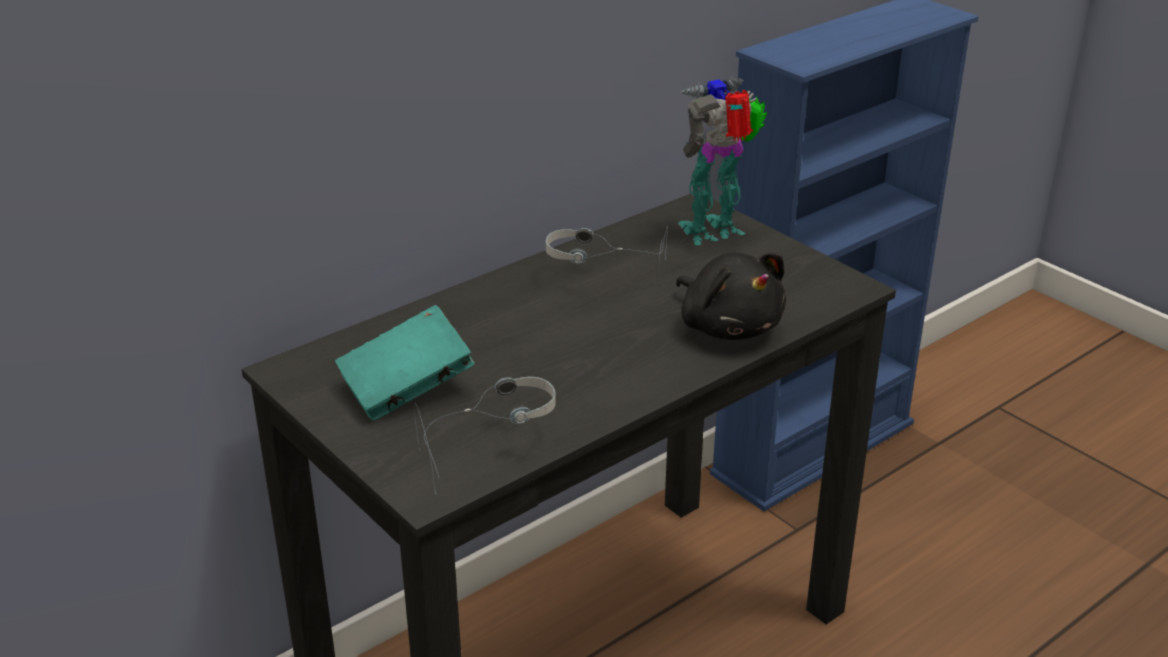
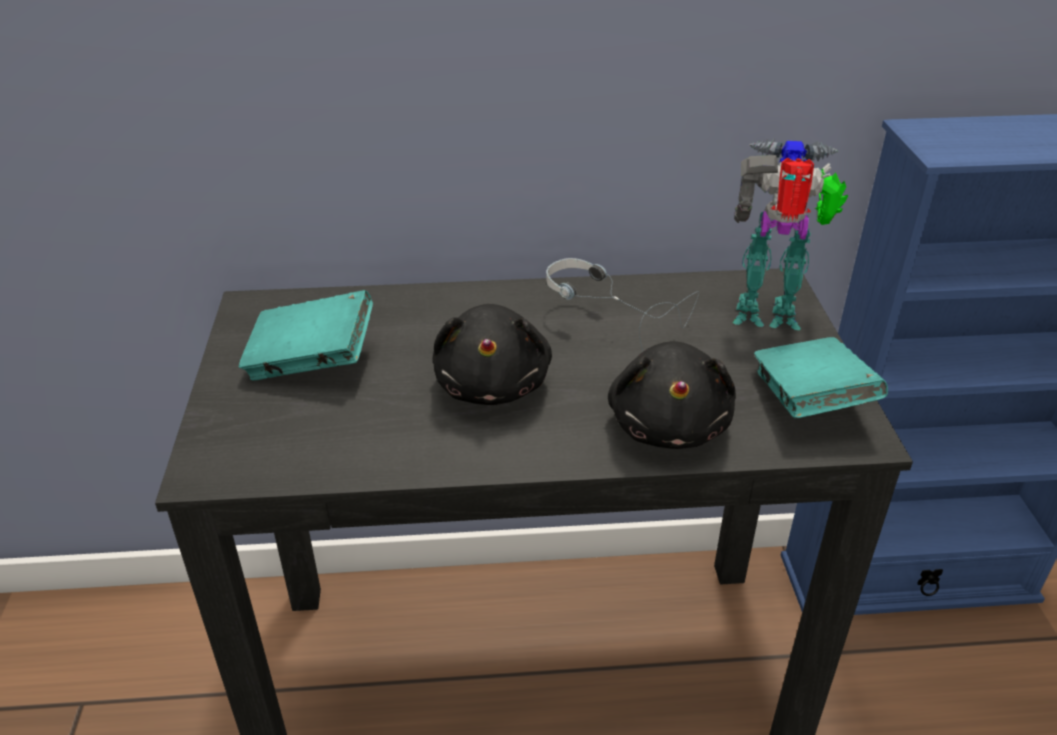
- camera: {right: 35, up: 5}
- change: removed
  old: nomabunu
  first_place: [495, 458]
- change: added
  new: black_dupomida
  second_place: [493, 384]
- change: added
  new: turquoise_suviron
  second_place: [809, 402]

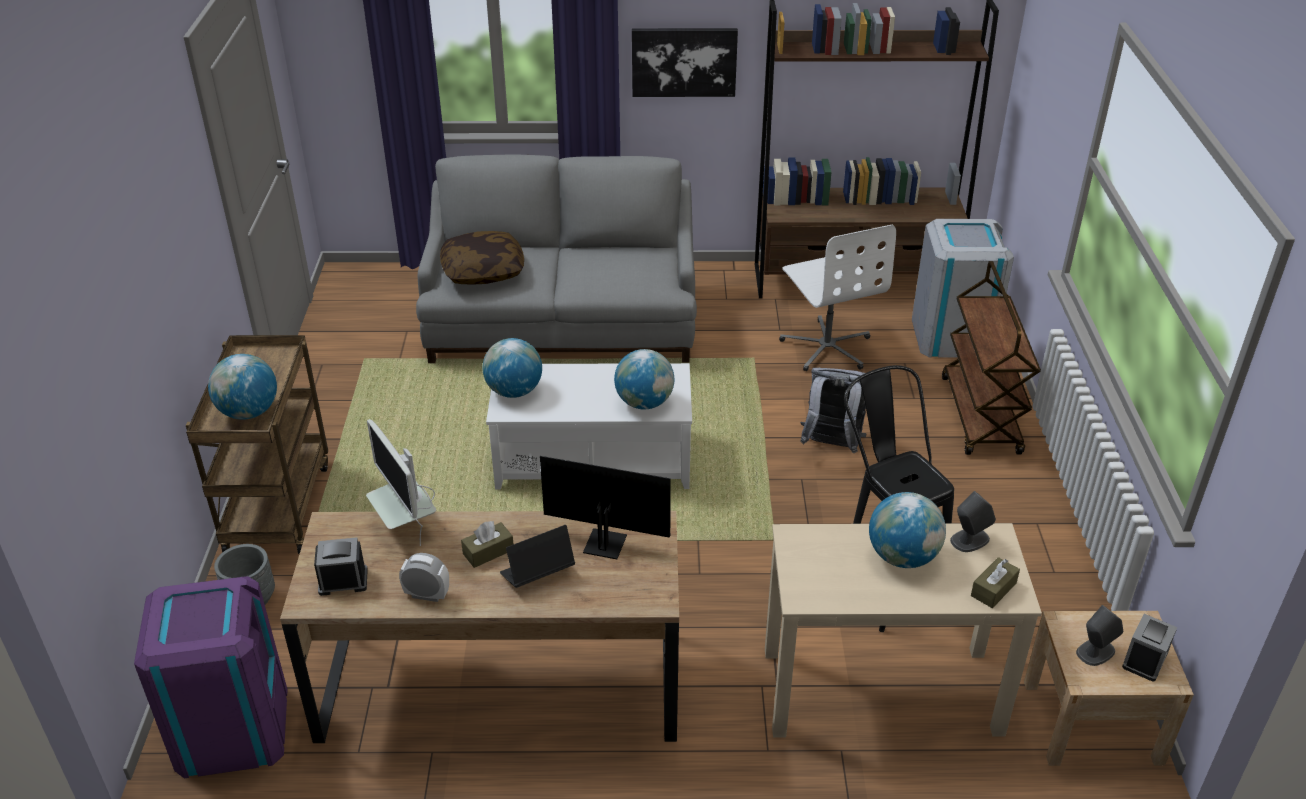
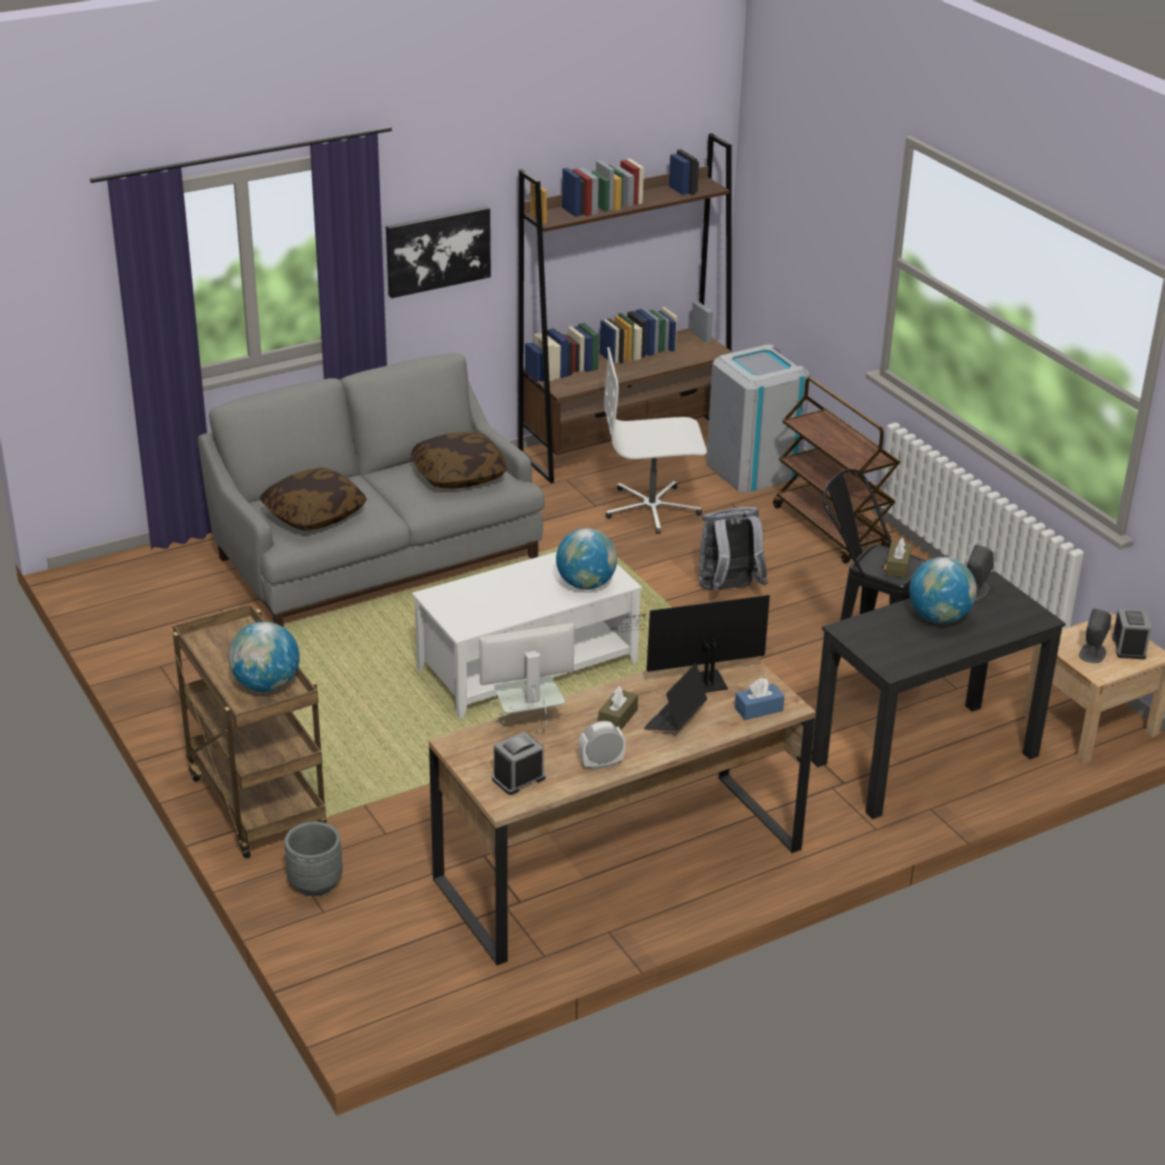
- camera: {right: -30, up: -5}
- change: removed
  old: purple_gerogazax
  first_place: [232, 728]
- change: removed
  old: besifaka
  first_place: [514, 391]
- change: added
  new: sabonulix
  second_place: [459, 475]
- change: added
  new: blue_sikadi
  second_place: [758, 709]
- change: moved
  old: brown_sikadi
  first_place: [993, 589]
  second_place: [897, 566]
- change: recoloured
  old: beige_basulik
  new: black_basulik
  first_place: [879, 691]
  second_place: [924, 759]
- change: turned
  old: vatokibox
  first_place: [407, 527]
  second_place: [528, 723]
  degrees: 135
- change: turned
  old: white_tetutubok
  first_place: [827, 347]
  second_place: [652, 509]
  degrees: 135

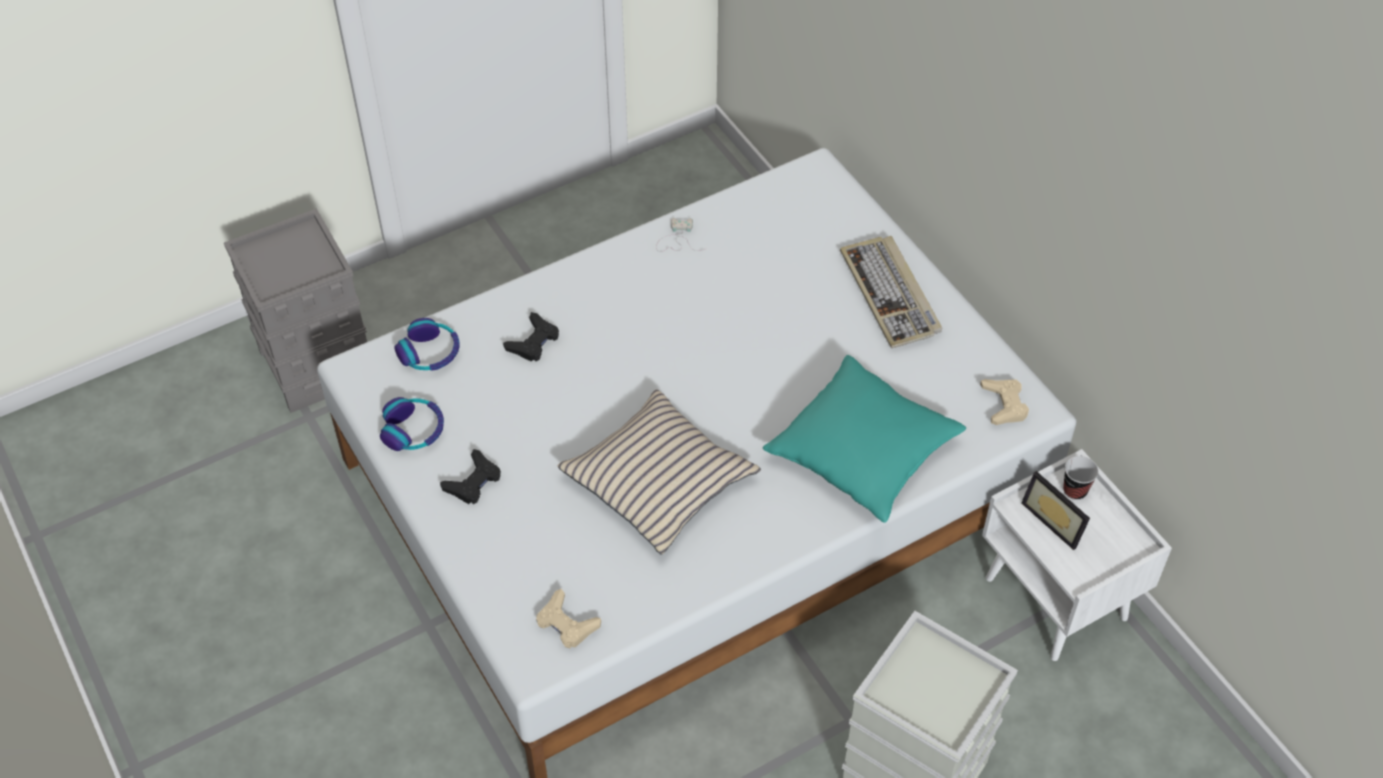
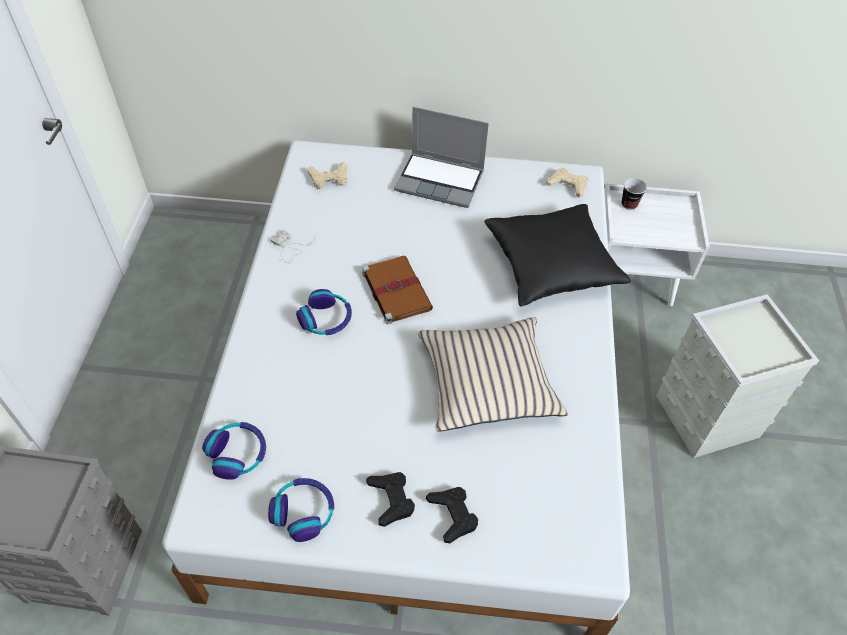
- camera: {right: -55, up: 0}
- change: removed
  old: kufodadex
  first_place: [1056, 519]
- change: added
  new: nomabunu
  second_place: [326, 319]
- change: added
  new: brown_suviron
  second_place: [396, 290]
- change: moved
  old: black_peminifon
  first_place: [533, 342]
  second_place: [453, 515]
- change: moved
  old: beige_peminifon
  first_place: [566, 624]
  second_place: [329, 178]
- change: replaced
  old: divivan
  new: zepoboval
  first_place: [891, 294]
  second_place: [441, 181]
- change: recoloured
  old: turquoise_sabonulix
  new: black_sabonulix
  first_place: [863, 452]
  second_place: [551, 265]

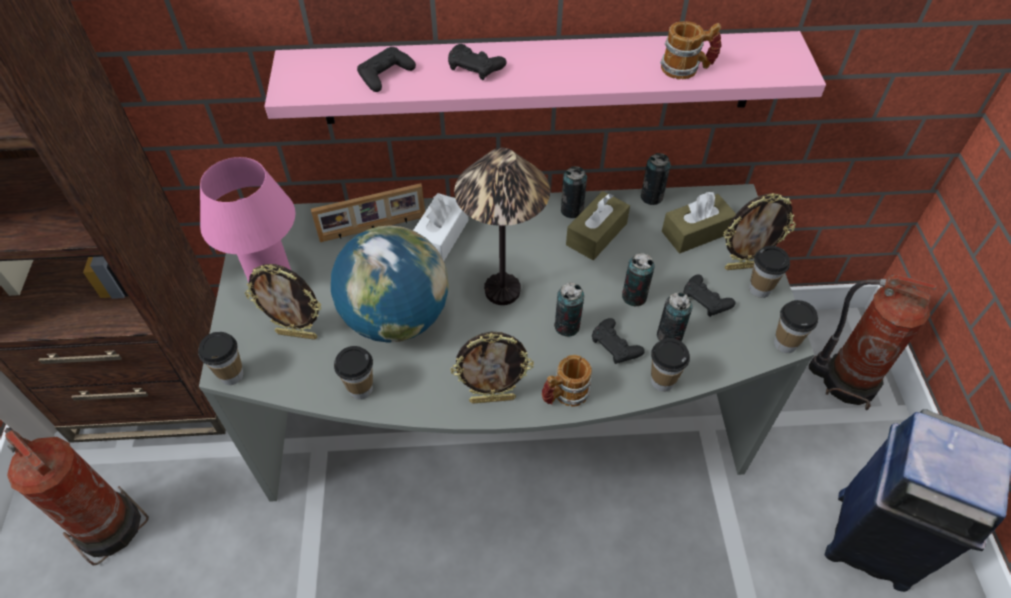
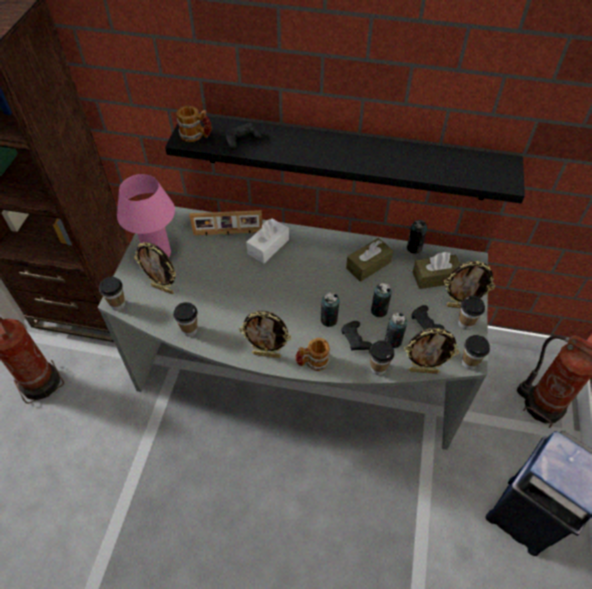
- camera: {right: 15, up: 0}
- change: removed
  old: besifaka
  first_place: [396, 317]
- change: removed
  old: black_peminifon
  first_place: [475, 67]
- change: removed
  old: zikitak
  first_place: [503, 291]
- change: removed
  old: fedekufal
  first_place: [572, 210]
- change: added
  new: kufodadex
  second_place: [423, 370]
- change: moved
  old: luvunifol
  first_place: [687, 69]
  second_place: [196, 136]
- change: recoloured
  old: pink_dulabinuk
  new: black_dulabinuk
  first_place: [539, 78]
  second_place: [345, 157]

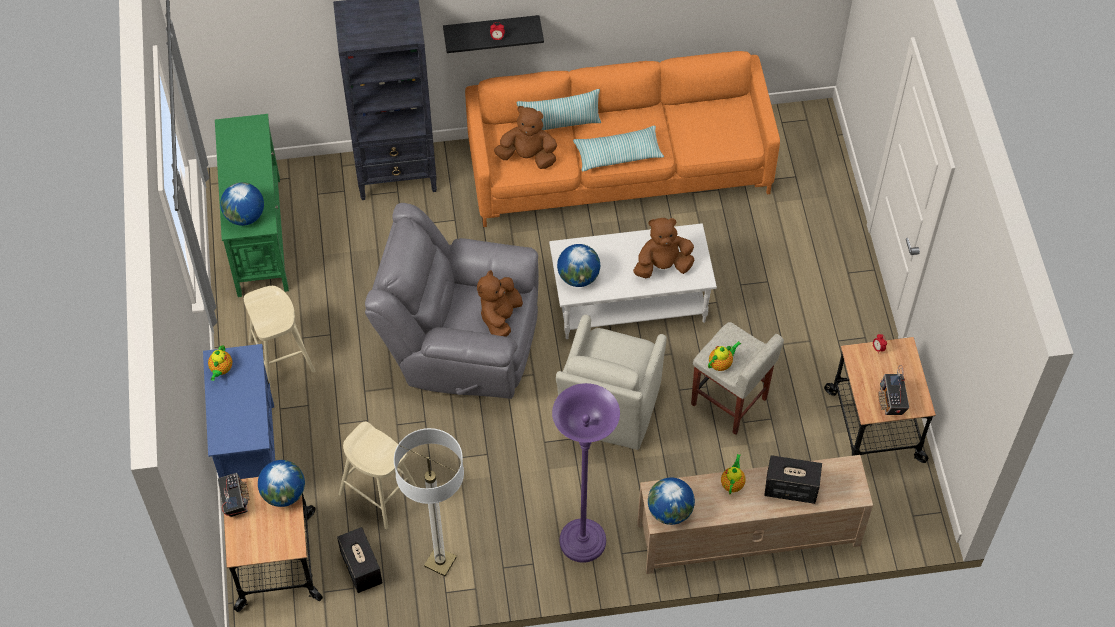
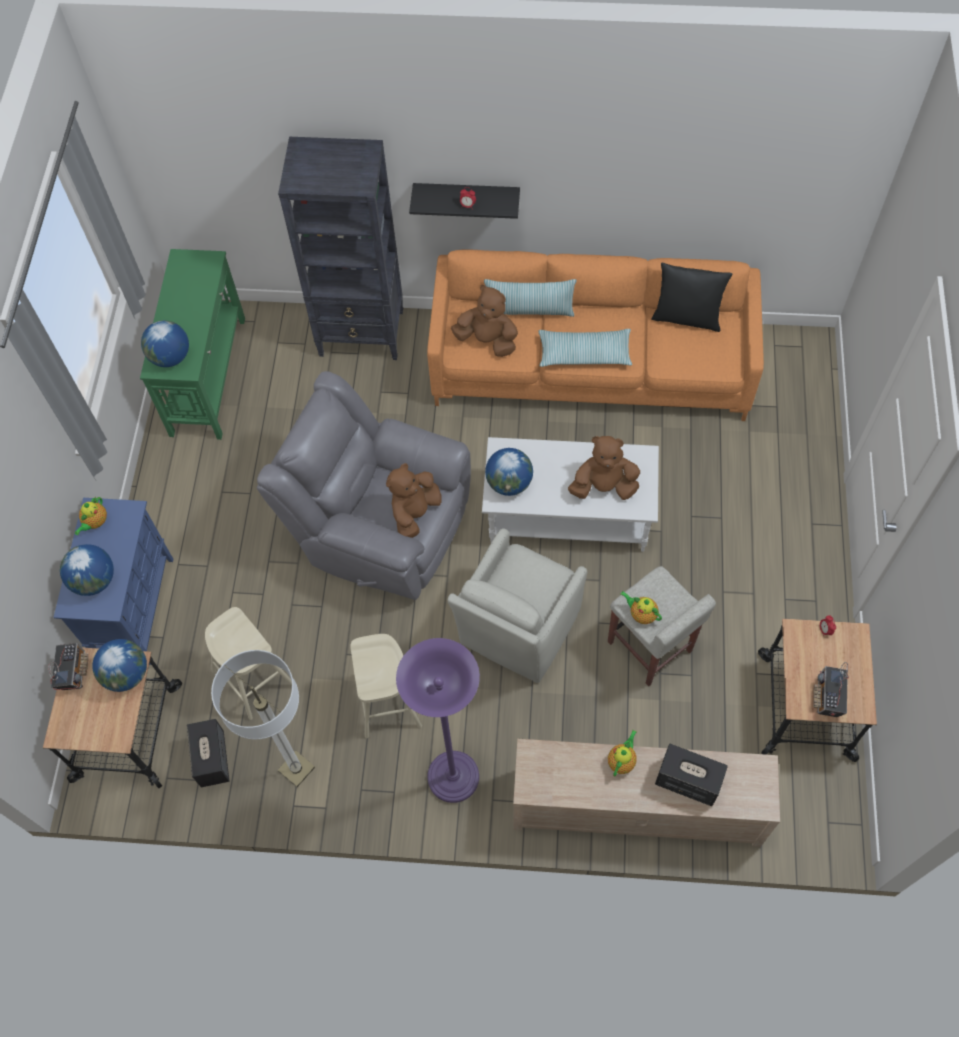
- camera: {right: 15, up: 5}
- change: added
  new: black_sabonulix
  second_place: [686, 317]
- change: moved
  old: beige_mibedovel
  first_place: [281, 356]
  second_place: [388, 700]
- change: moved
  old: besifaka
  first_place: [670, 511]
  second_place: [94, 580]
- change: turned
  old: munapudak
  first_place: [721, 363]
  second_place: [641, 614]
  degrees: -120

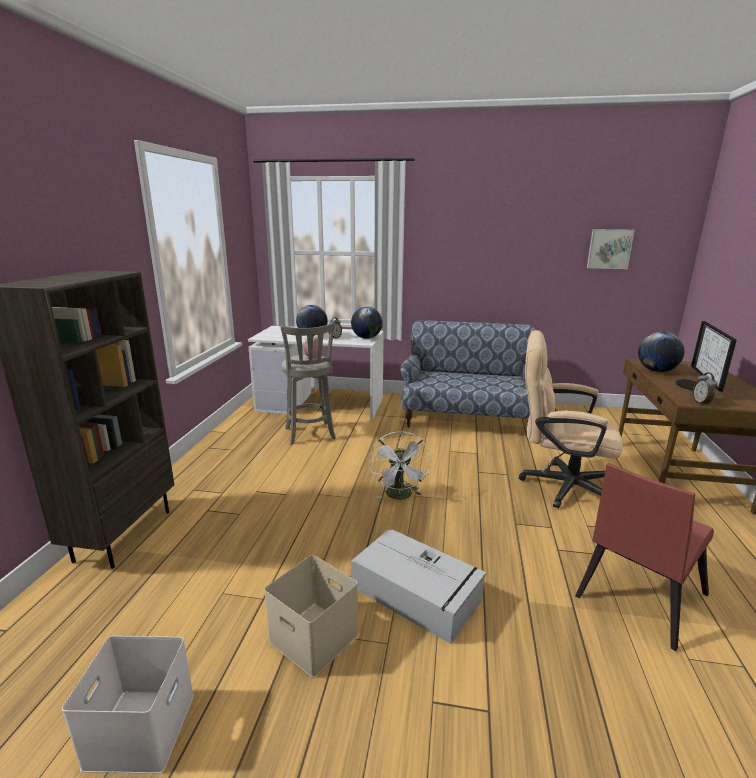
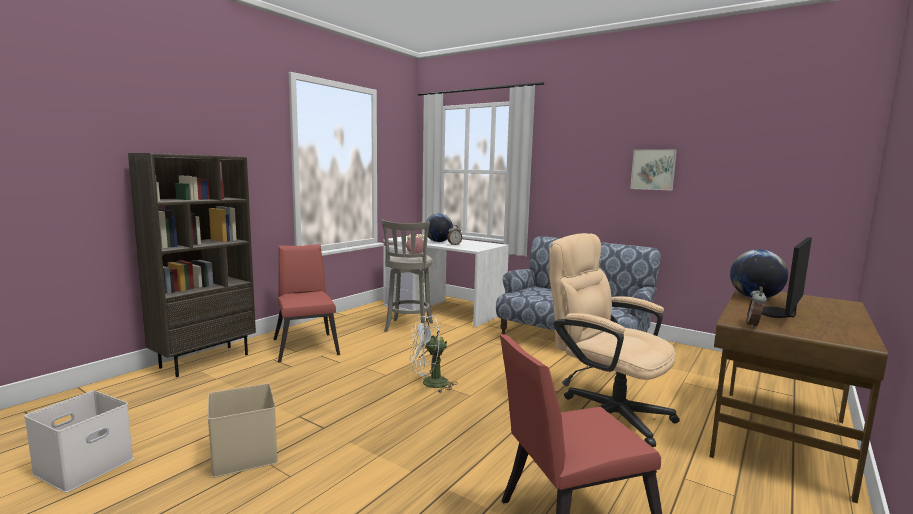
- camera: {right: 25, up: -10}
- change: removed
  old: besifaka
  first_place: [366, 338]
- change: removed
  old: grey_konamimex
  first_place: [417, 594]
- change: added
  new: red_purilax
  second_place: [306, 345]
- change: moved
  old: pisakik
  first_place: [609, 248]
  second_place: [653, 169]
- change: turned
  old: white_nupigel
  first_place: [400, 496]
  second_place: [429, 384]
  degrees: 45

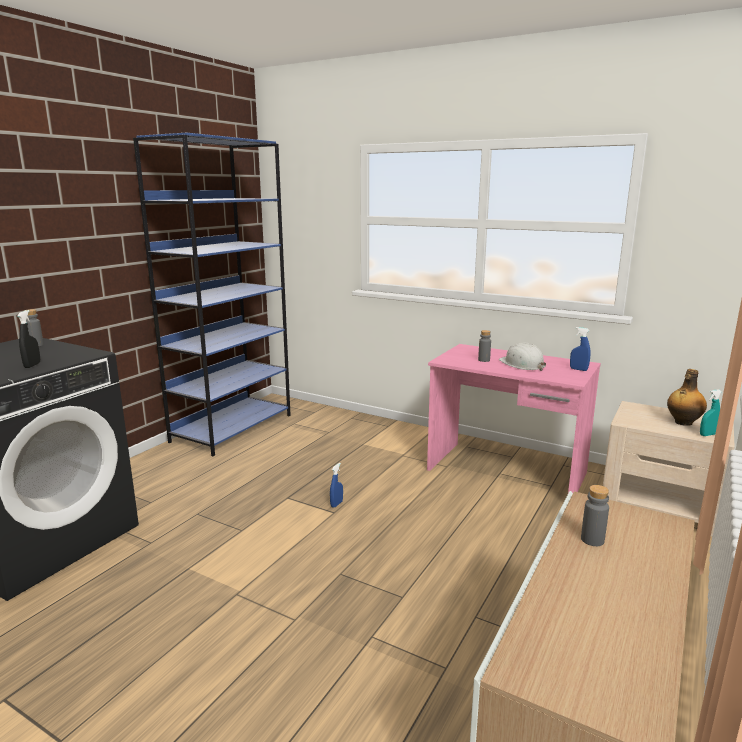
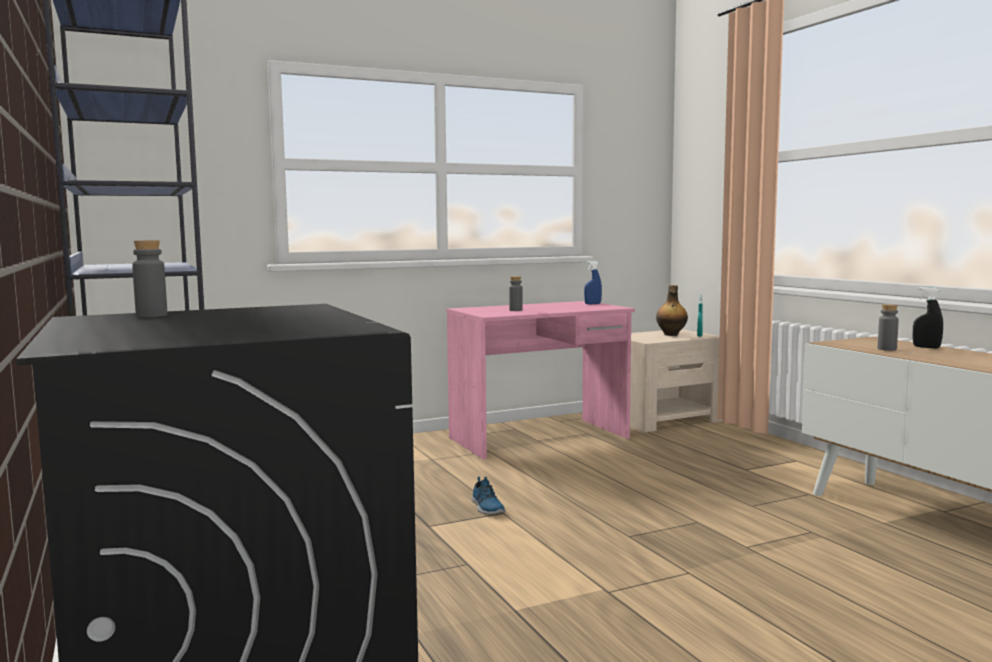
- camera: {right: -55, up: -10}
- change: removed
  old: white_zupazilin
  first_place: [522, 364]
- change: moved
  old: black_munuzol
  first_place: [32, 365]
  second_place: [926, 347]
- change: replaced
  old: blue_munuzol
  new: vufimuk
  first_place: [336, 504]
  second_place: [487, 508]

